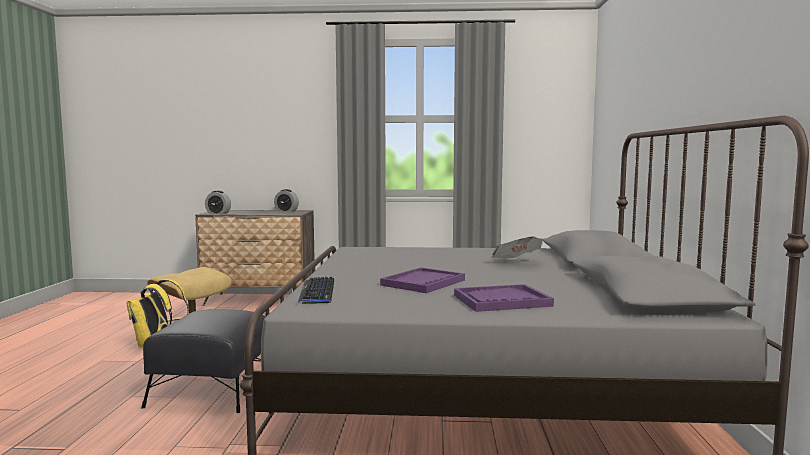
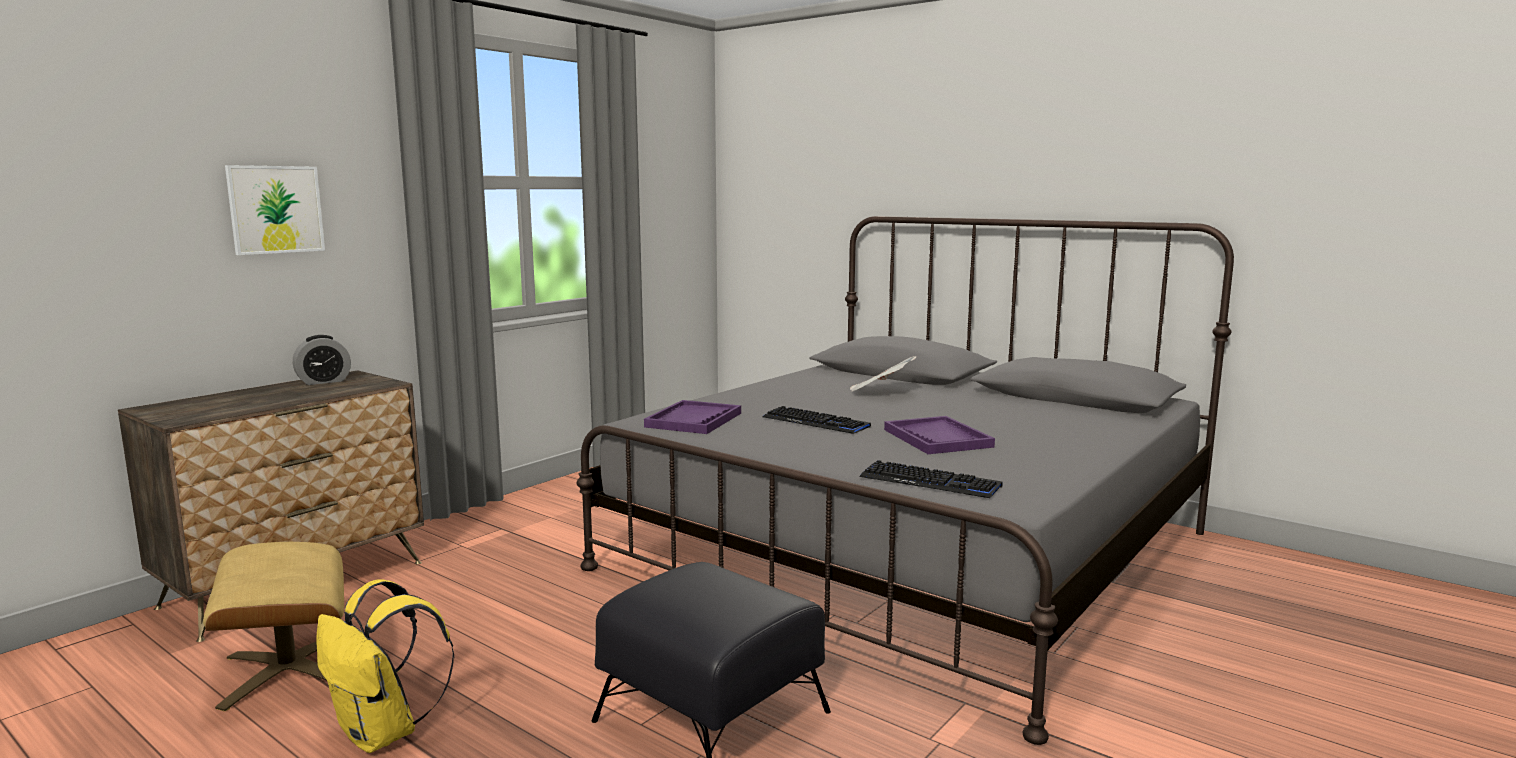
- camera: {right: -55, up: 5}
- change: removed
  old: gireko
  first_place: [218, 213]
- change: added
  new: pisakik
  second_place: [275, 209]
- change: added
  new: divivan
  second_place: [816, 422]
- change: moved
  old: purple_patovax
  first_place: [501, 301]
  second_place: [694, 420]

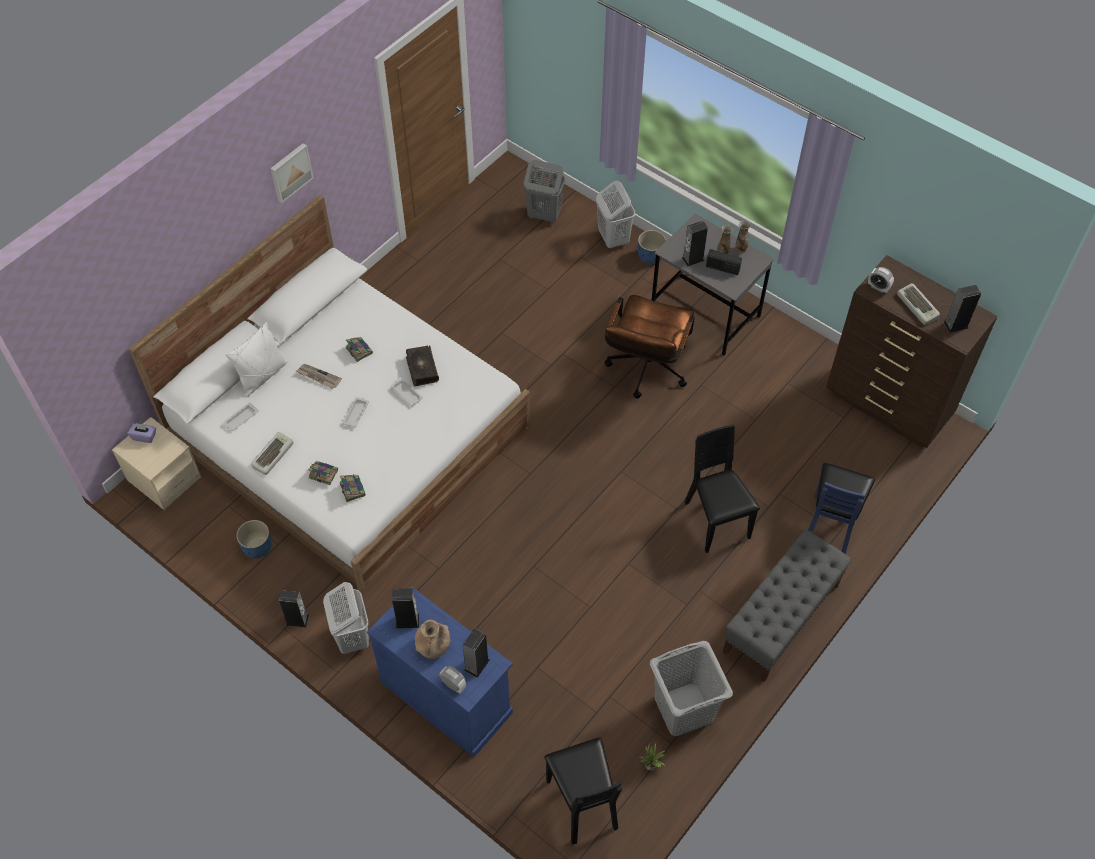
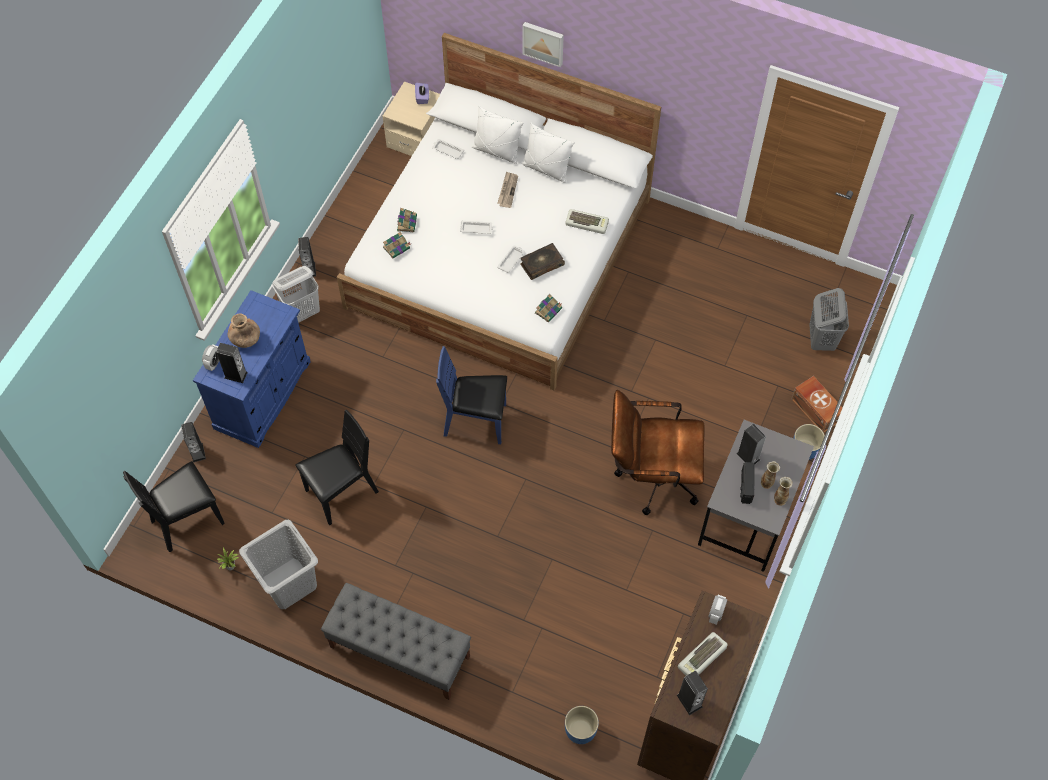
- camera: {right: 75, up: 5}
- change: added
  new: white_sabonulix
  second_place: [546, 169]
- change: moved
  old: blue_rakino
  first_place: [257, 548]
  second_place: [580, 730]
- change: moved
  old: divivan
  first_place: [272, 455]
  second_place: [587, 223]
- change: moved
  old: pisakik
  first_place: [290, 172]
  second_place: [543, 43]
- change: moved
  old: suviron
  first_place: [359, 350]
  second_place: [548, 310]
- change: moved
  old: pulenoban
  first_place: [407, 620]
  second_place: [197, 452]
- change: moved
  old: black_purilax
  first_place: [716, 521]
  second_place: [341, 492]
- change: moved
  old: blue_purilax
  first_place: [830, 526]
  second_place: [476, 421]
- change: replaced
  old: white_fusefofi
  new: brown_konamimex
  first_place: [613, 238]
  second_place: [815, 409]

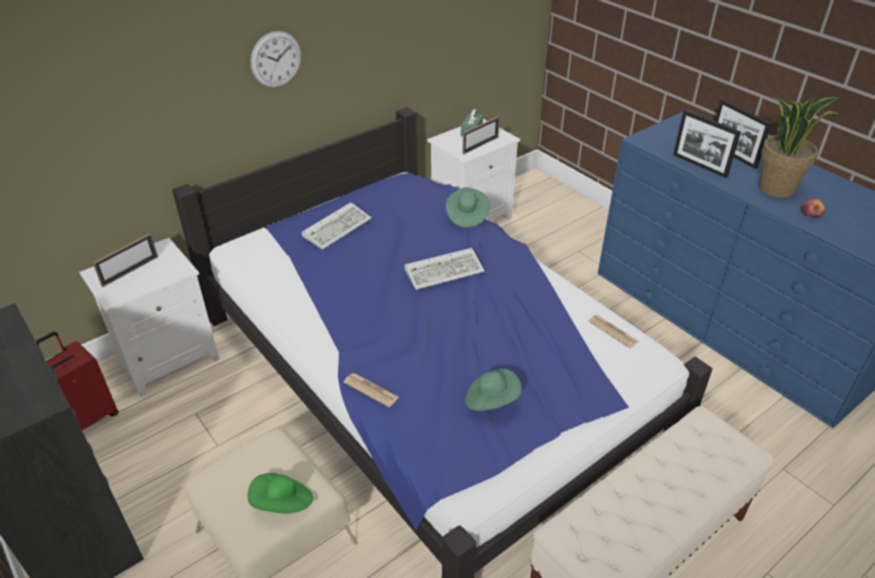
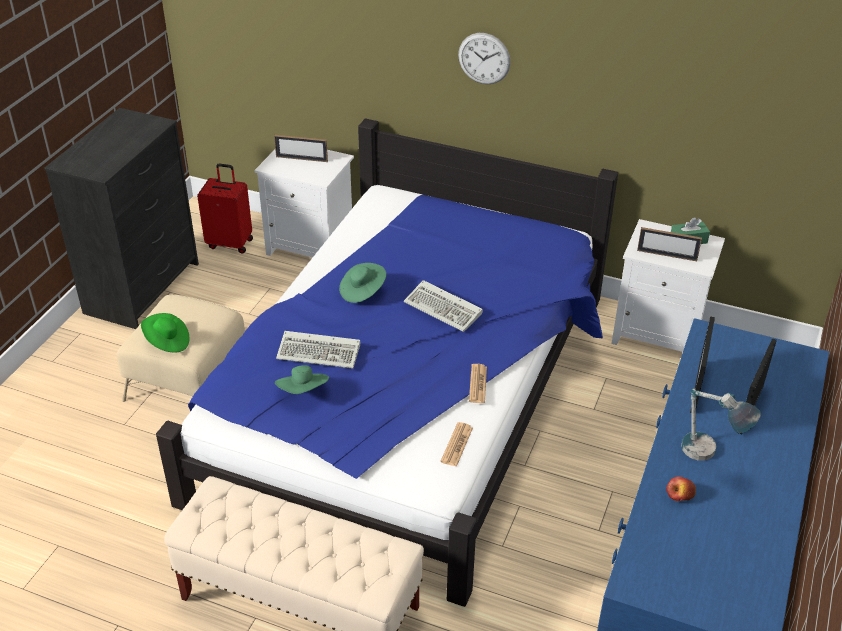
- camera: {right: 60, up: 0}
- change: moved
  old: divivan
  first_place: [338, 227]
  second_place: [321, 352]
- change: moved
  old: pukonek
  first_place: [371, 390]
  second_place: [478, 384]
- change: moved
  old: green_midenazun
  first_place: [466, 216]
  second_place: [362, 291]
- change: replaced
  old: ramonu
  new: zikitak
  first_place: [776, 188]
  second_place: [708, 457]

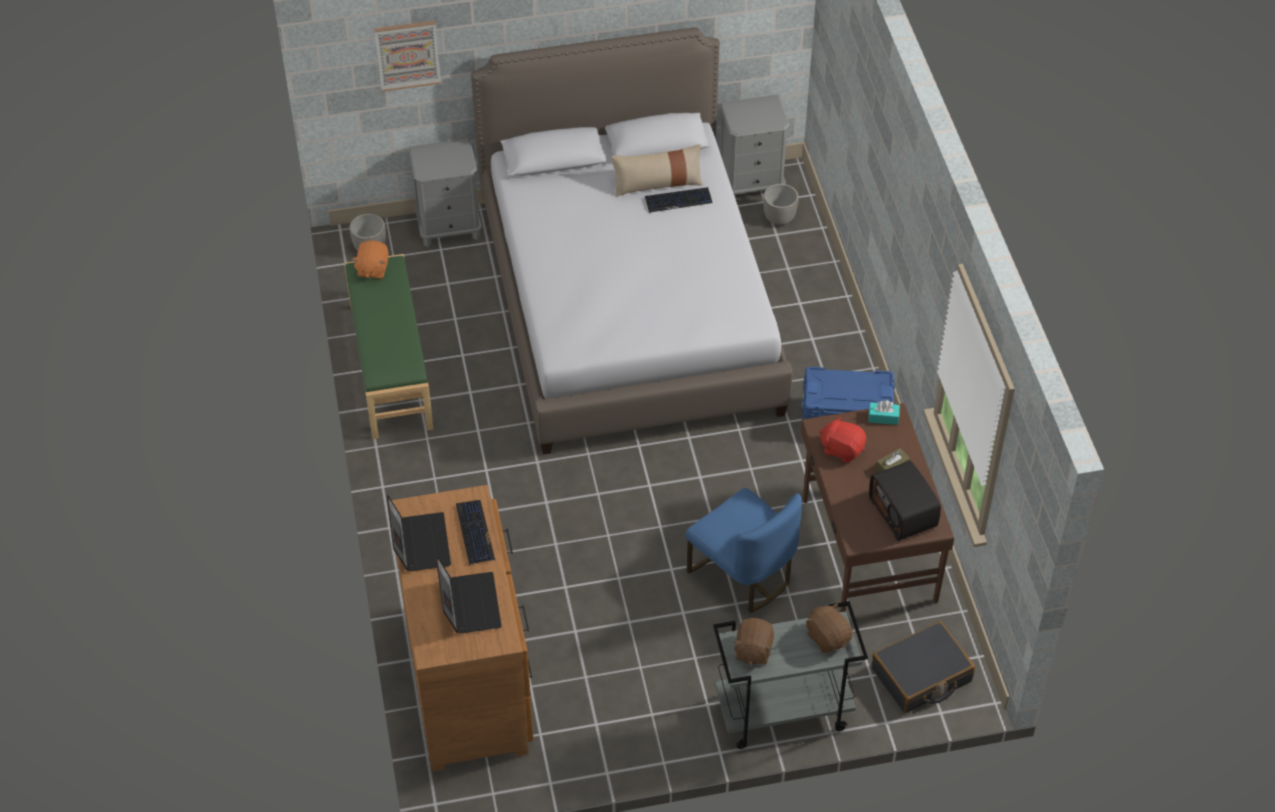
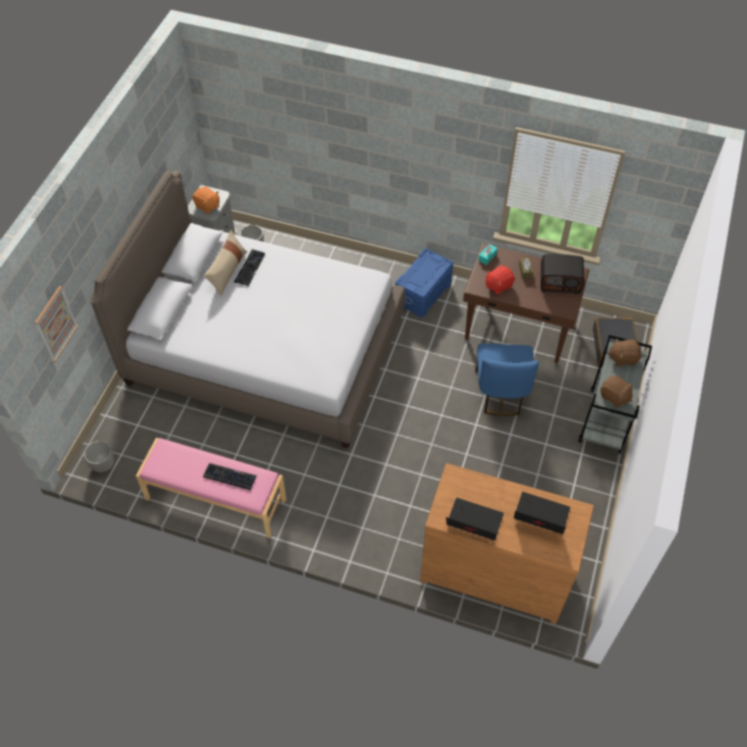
- camera: {right: -60, up: 5}
- change: removed
  old: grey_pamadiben
  first_place: [449, 227]
- change: moved
  old: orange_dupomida
  first_place: [372, 269]
  second_place: [207, 206]
- change: moved
  old: divivan
  first_place: [474, 533]
  second_place: [230, 477]
- change: recoloured
  old: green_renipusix
  new: pink_renipusix
  first_place: [390, 367]
  second_place: [215, 500]
- change: turned
  old: blue_purilax
  first_place: [742, 574]
  second_place: [500, 392]
  degrees: 105

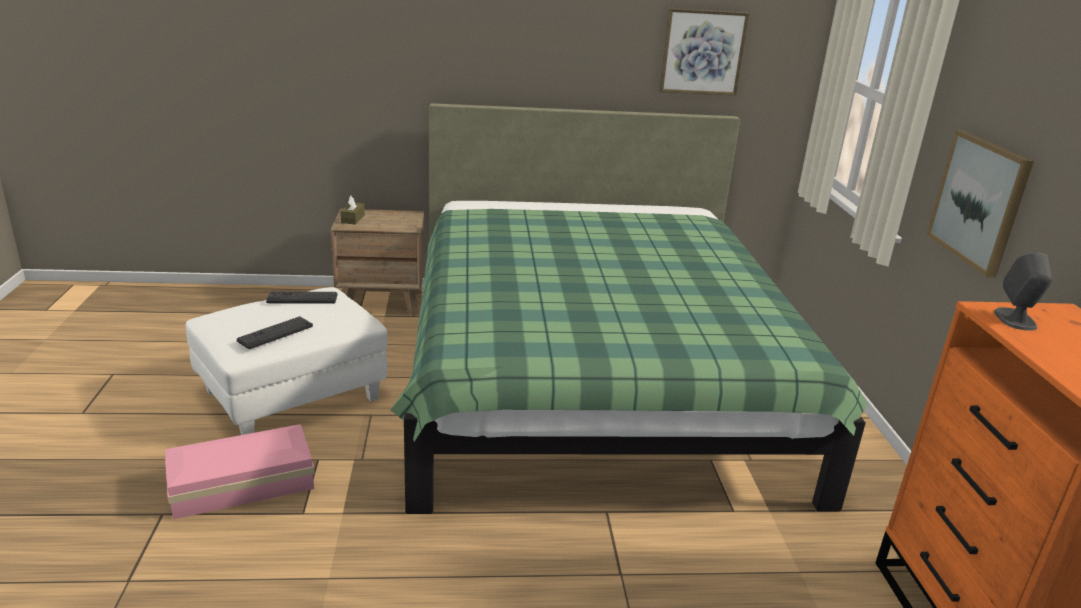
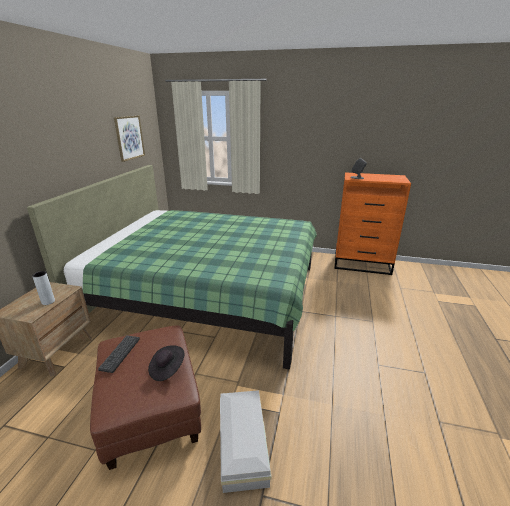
- camera: {right: -70, up: 0}
- change: removed
  old: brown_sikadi
  first_place: [353, 219]
- change: removed
  old: pisakik
  first_place: [979, 201]
- change: added
  new: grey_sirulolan
  second_place: [48, 302]
- change: replaced
  old: divivan
  new: black_midenazun
  first_place: [275, 333]
  second_place: [167, 369]
- change: recoloured
  old: pink_konamimex
  new: white_konamimex
  first_place: [239, 483]
  second_place: [241, 445]
- change: recoloured
  old: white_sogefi
  new: brown_sogefi
  first_place: [293, 396]
  second_place: [151, 411]

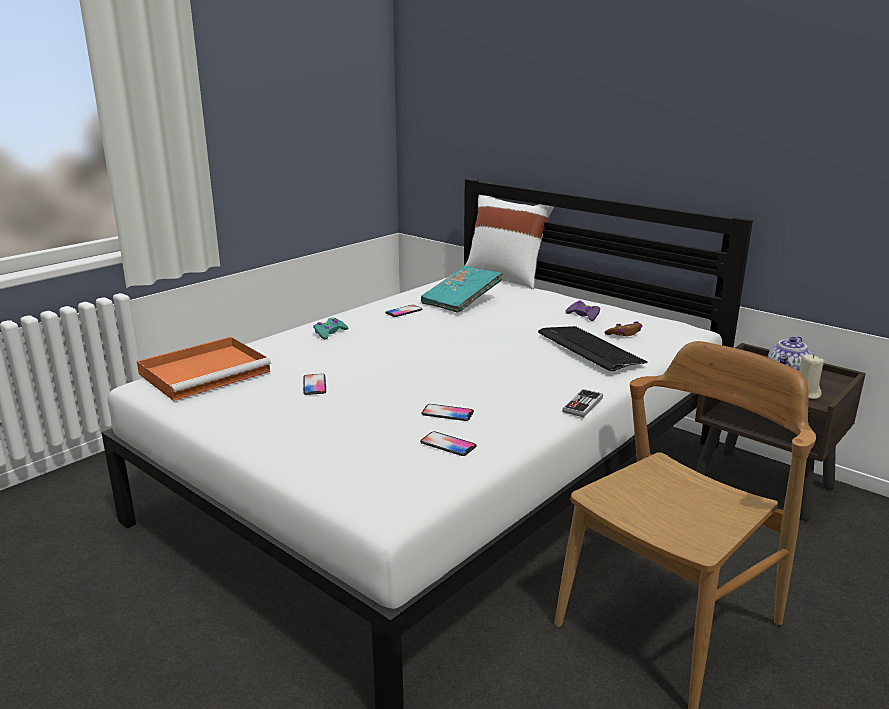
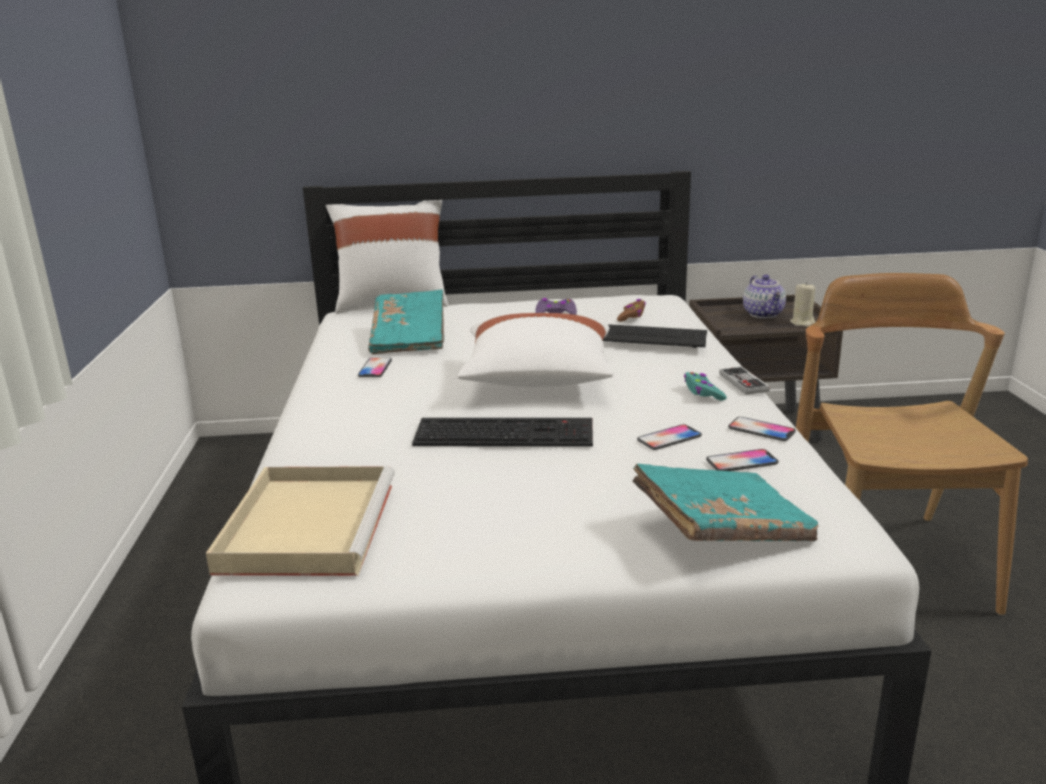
- camera: {right: -45, up: 0}
- change: added
  new: divivan
  second_place: [506, 433]
- change: added
  new: white_sabonulix
  second_place: [538, 379]
- change: added
  new: turquoise_suviron
  second_place: [722, 529]
- change: moved
  old: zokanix
  first_place: [314, 385]
  second_place: [761, 430]
- change: moved
  old: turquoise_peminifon
  first_place: [329, 333]
  second_place: [703, 392]
- change: recoloured
  old: orange_patovax
  new: beige_patovax
  first_place: [207, 372]
  second_place: [308, 524]

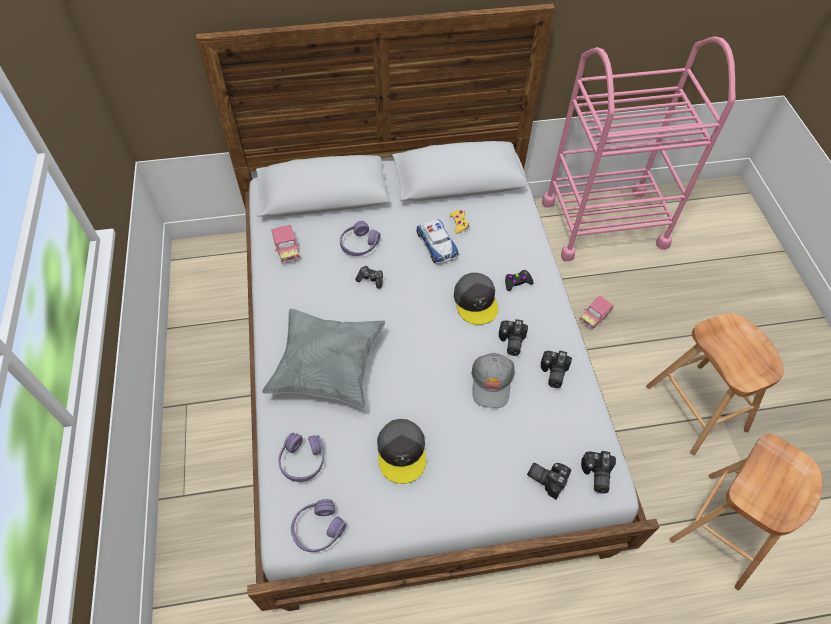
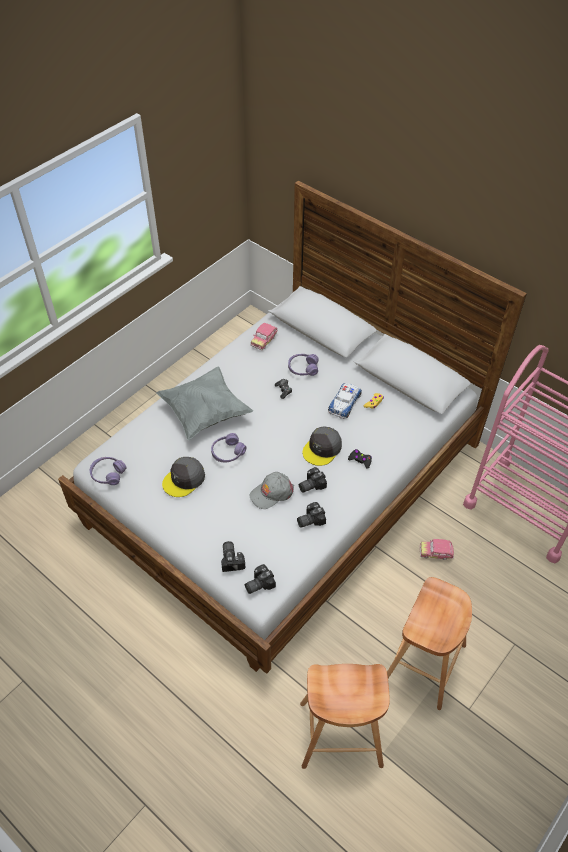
- camera: {right: 50, up: -5}
- change: moved
  old: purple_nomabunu
  first_place: [302, 460]
  second_place: [228, 452]

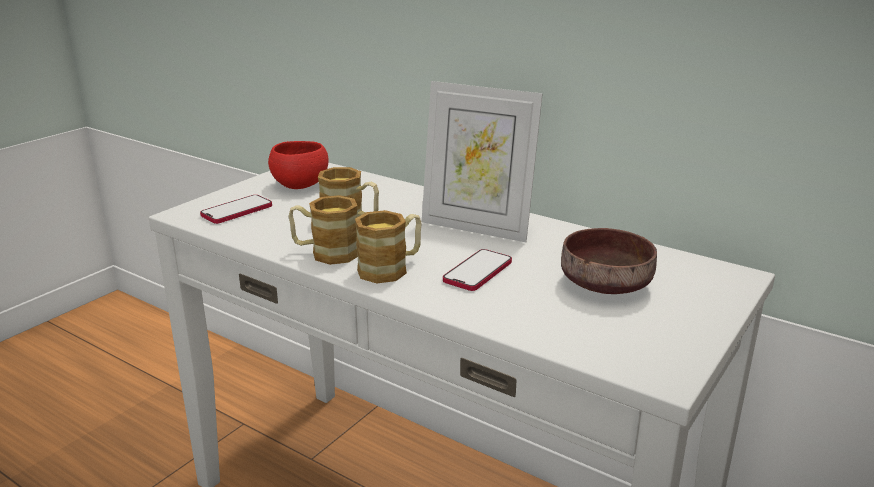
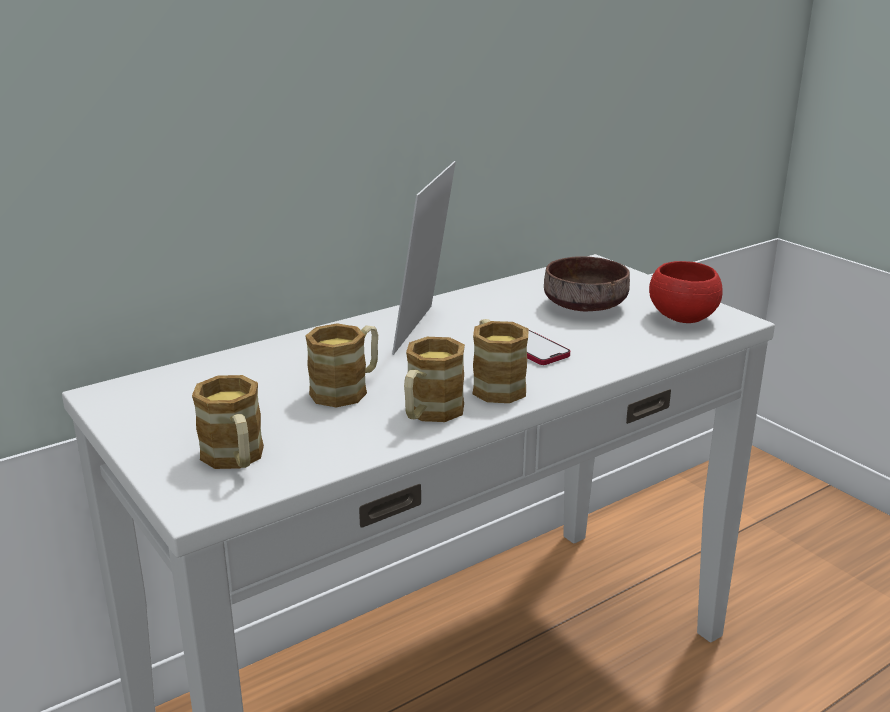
- camera: {right: -70, up: 0}
- change: moved
  old: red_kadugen
  first_place: [300, 185]
  second_place: [682, 318]
- change: replaced
  old: zokanix
  new: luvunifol
  first_place: [237, 211]
  second_place: [235, 459]
- change: turned
  old: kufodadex
  first_place: [477, 227]
  second_place: [425, 330]
  degrees: 150

